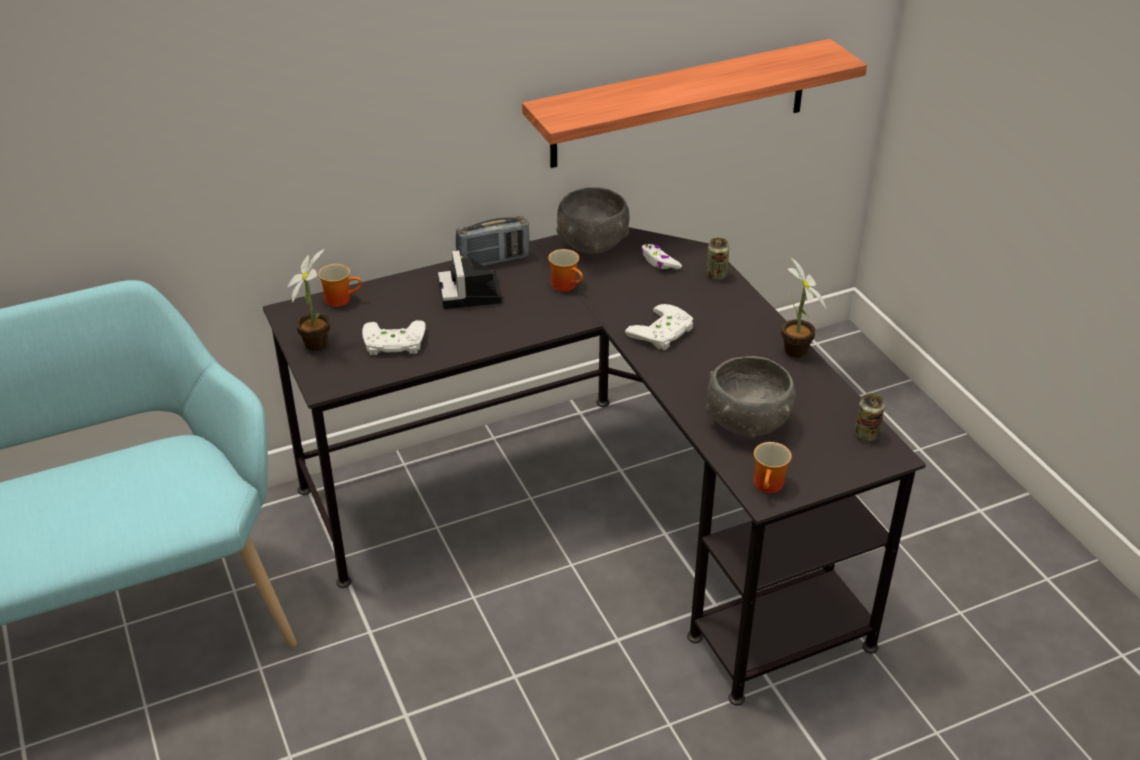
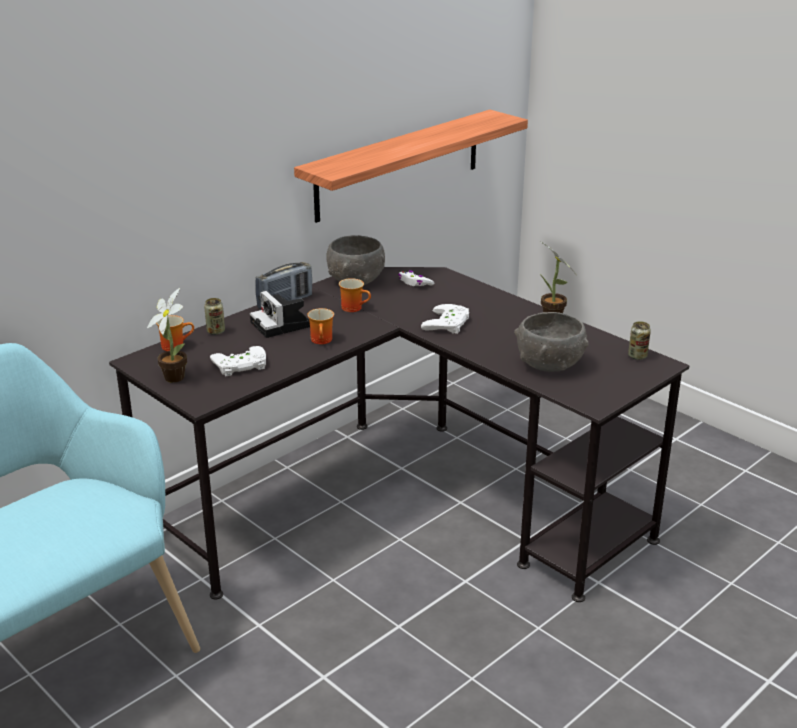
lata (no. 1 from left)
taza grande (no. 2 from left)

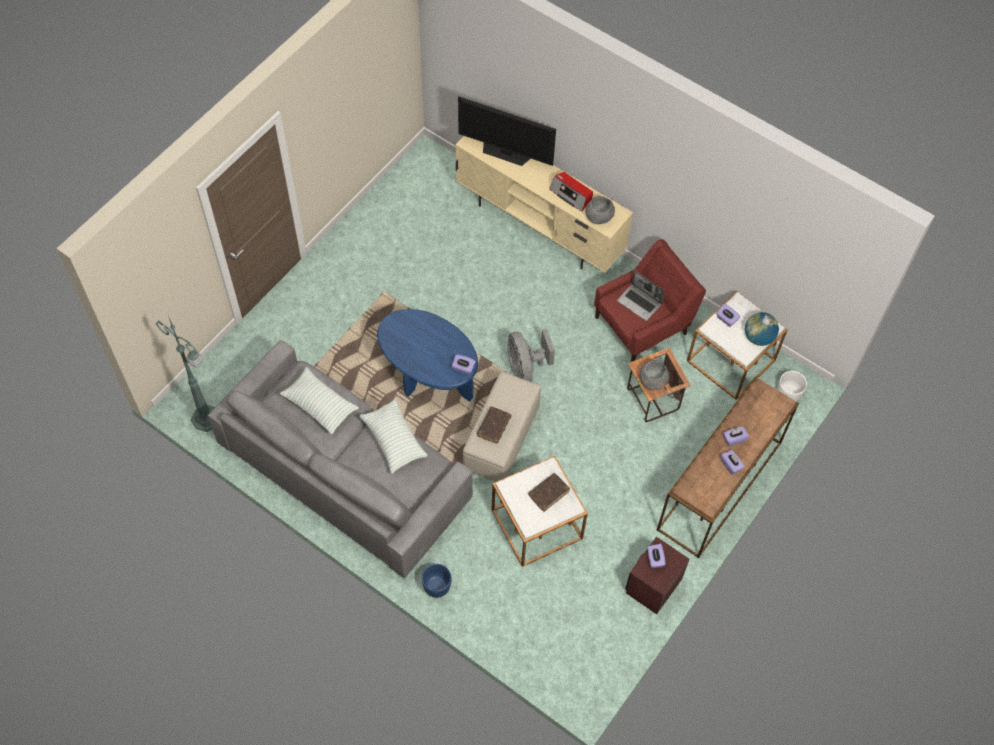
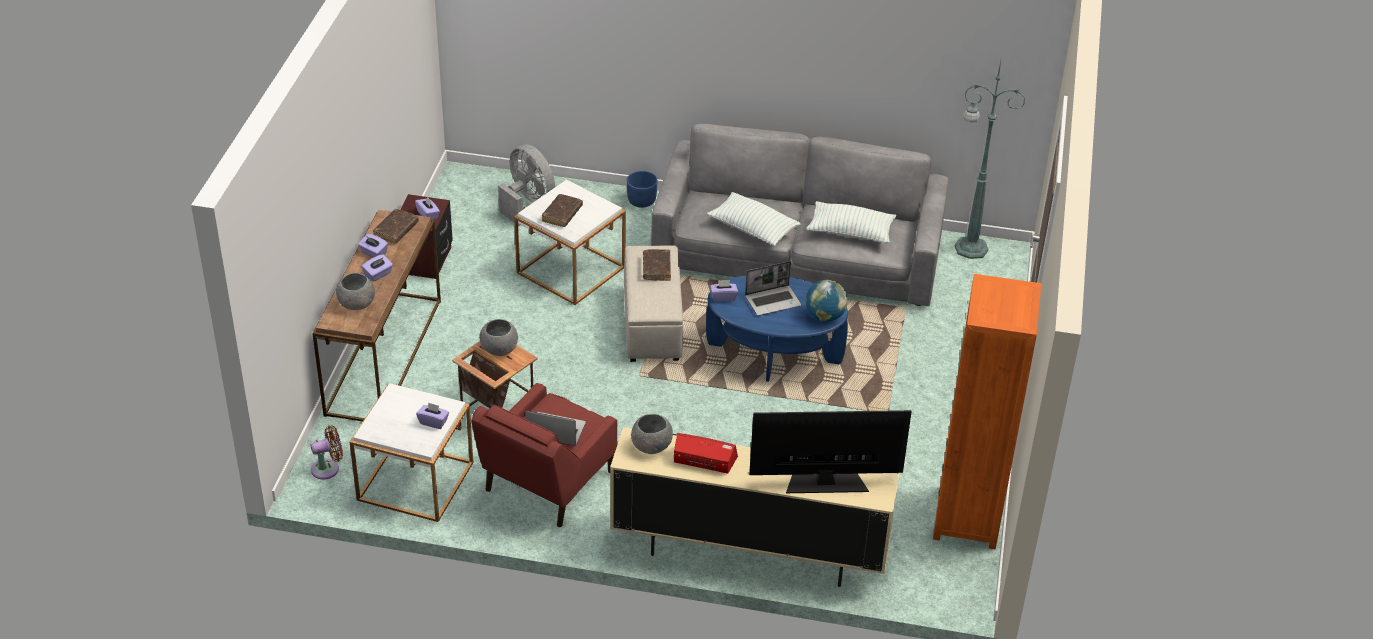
cuenco [gris] (no. 1 from left)
libro [marrón] (no. 1 from left)
portátil (no. 2 from left)
estantería [naranja]
ventilador [gris]
globo terráqueo
ventilador [marrón]

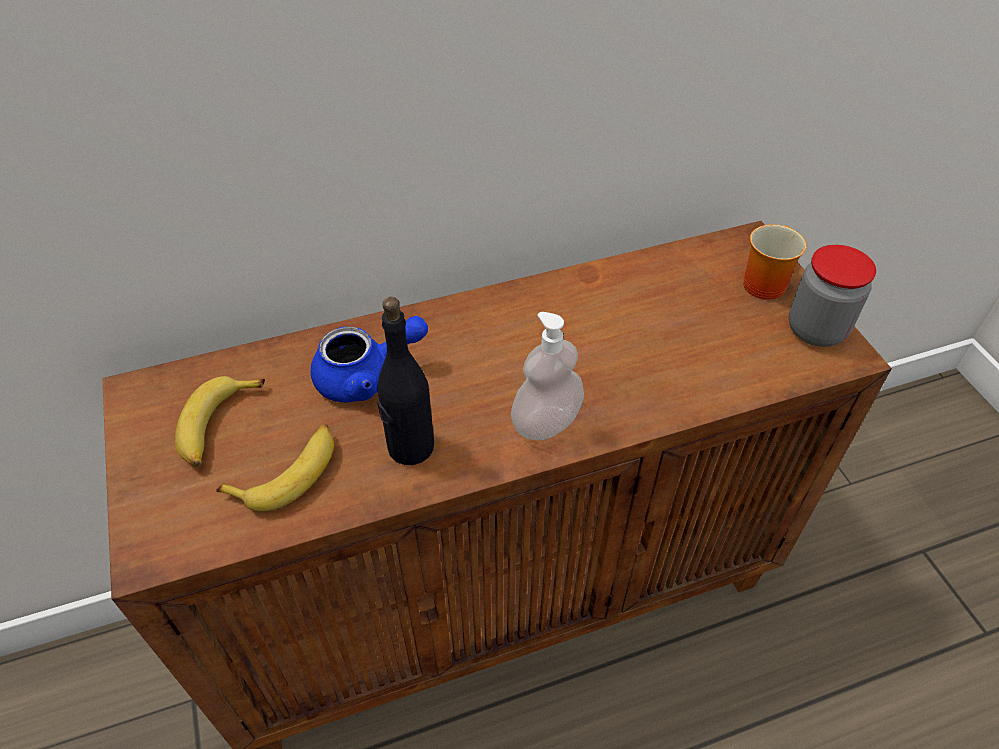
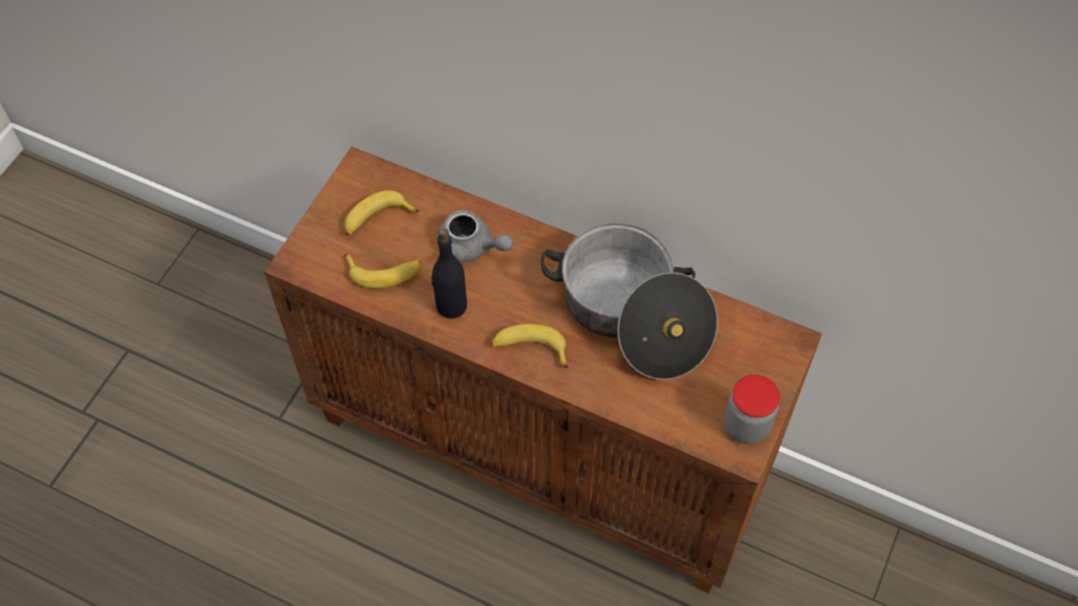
taza grande
olla
plátano (no. 3 from left)
tetera [gris]

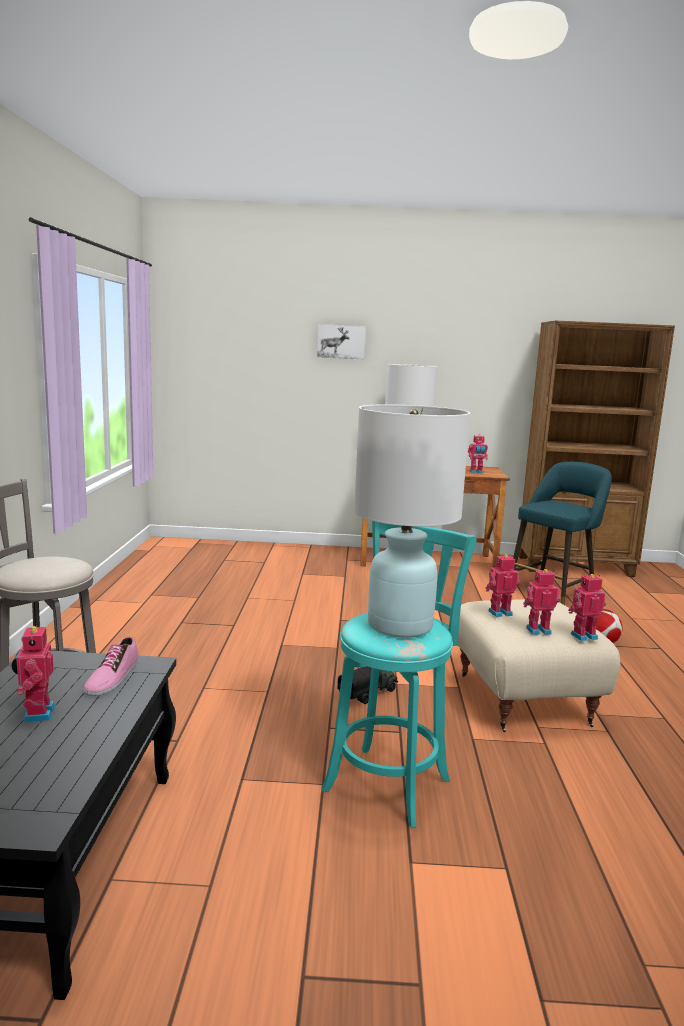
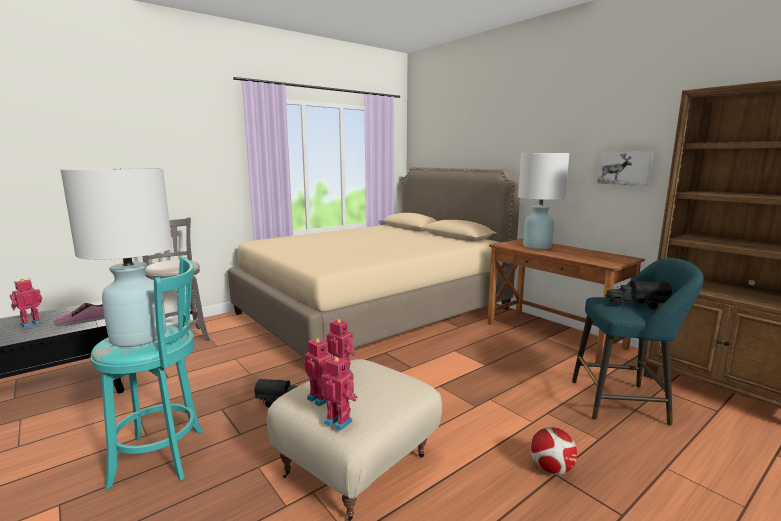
robot de juguete (no. 2 from left in the first image)
cama [beis]
camión de juguete (no. 2 from left)
cuadro

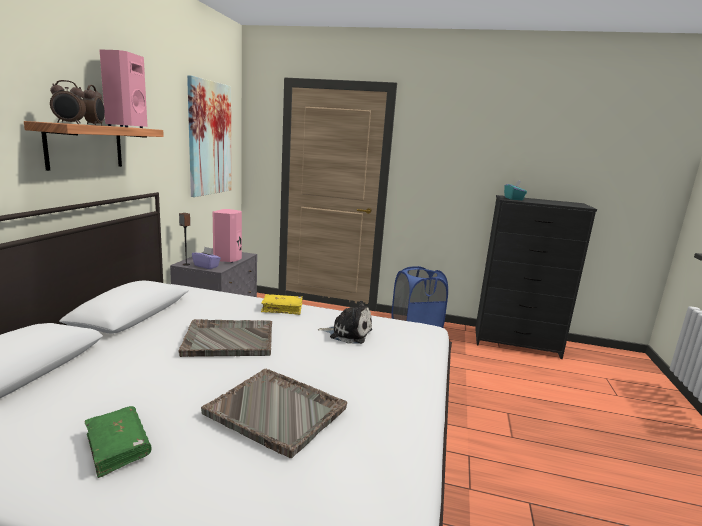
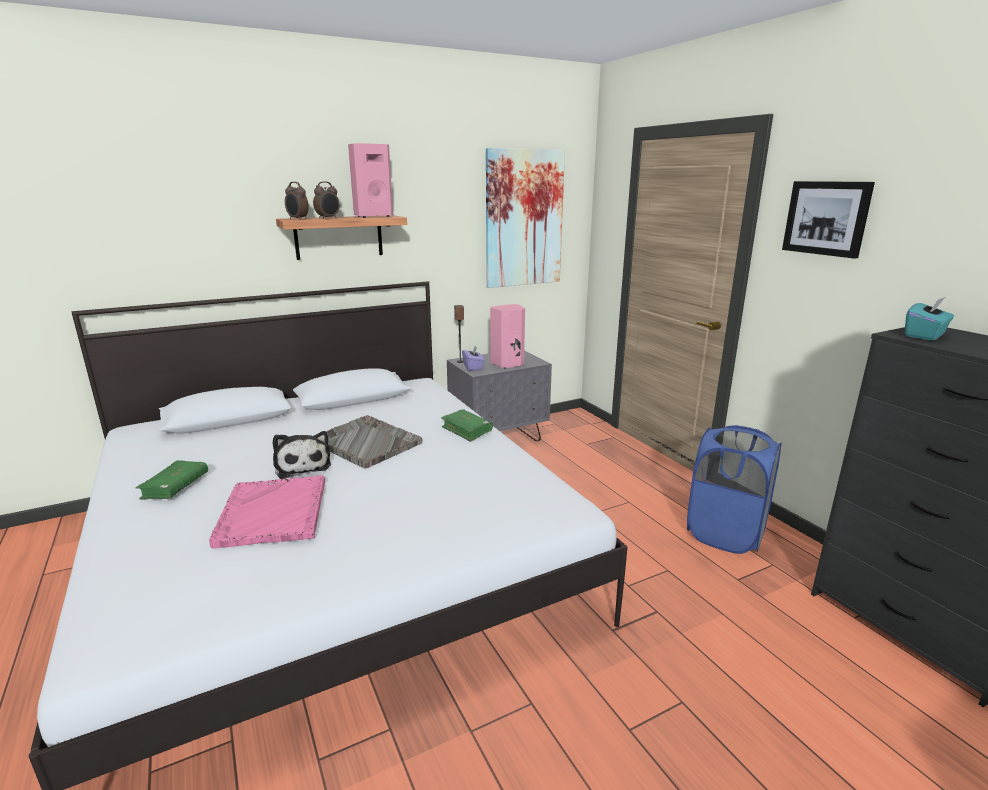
cuadro (no. 2 from left)
peluche
bandeja [rosa]
libro [verde] (no. 2 from left)

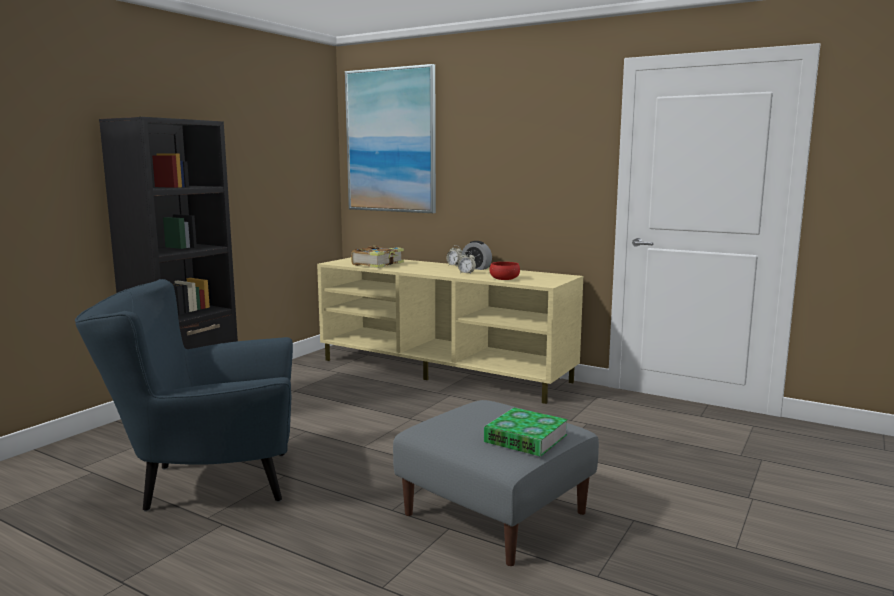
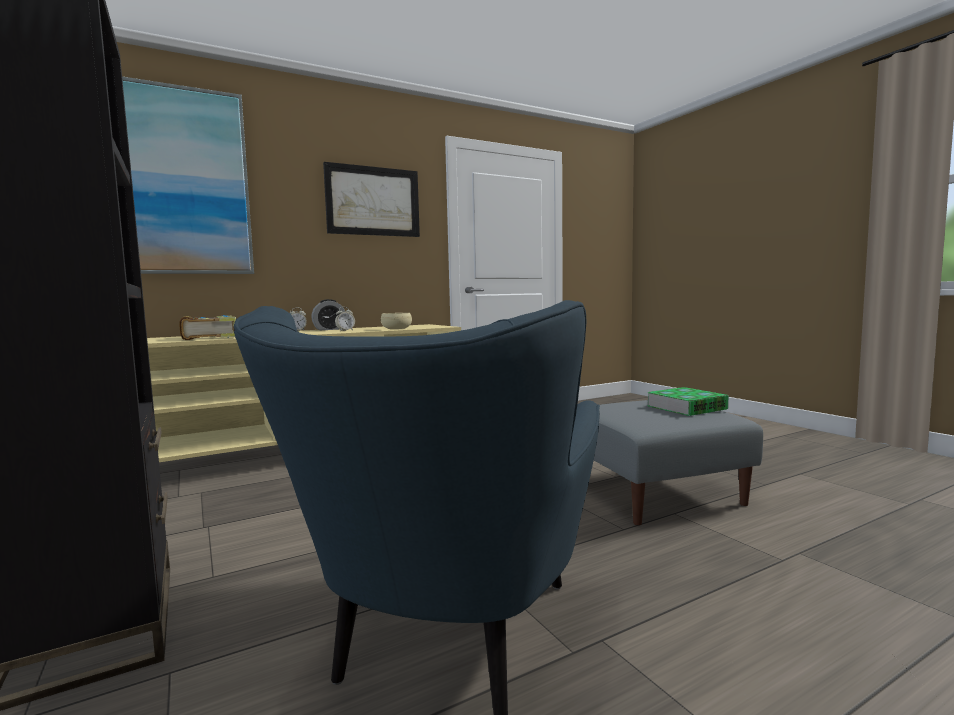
cuadro (no. 2 from left)
cuenco [beis]

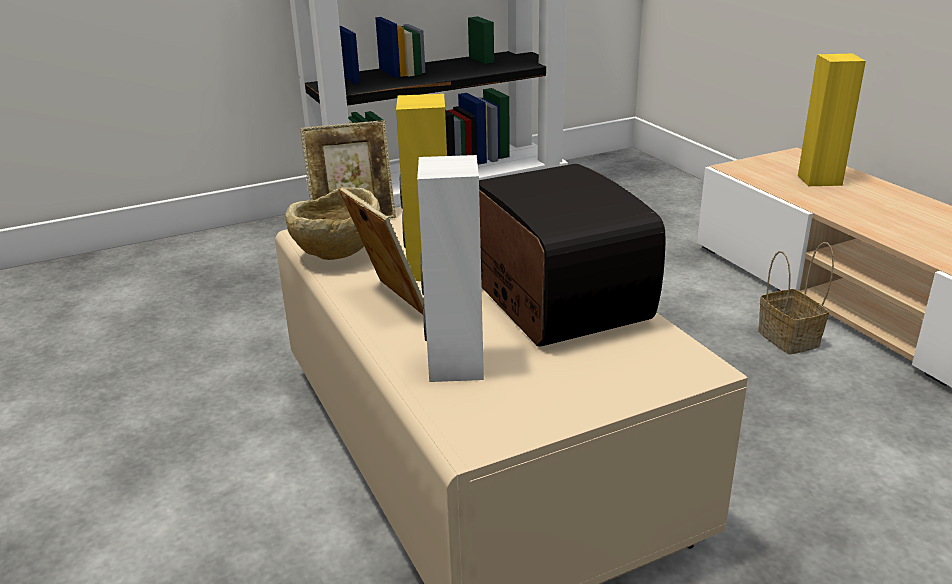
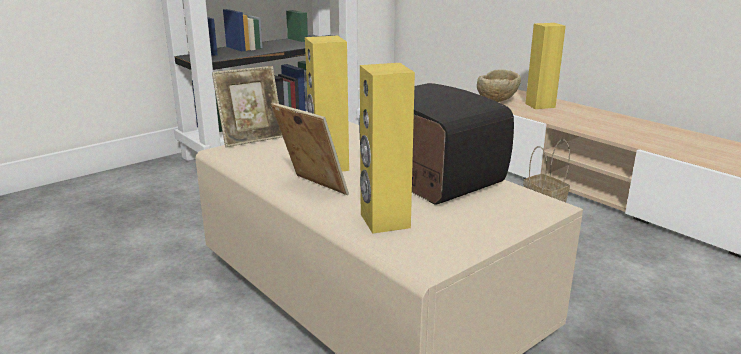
cuenco [beis]
altavoz [amarillo] (no. 2 from left)

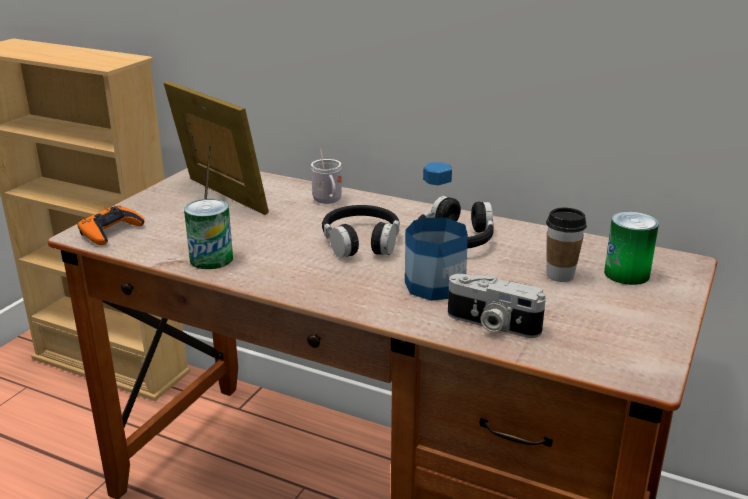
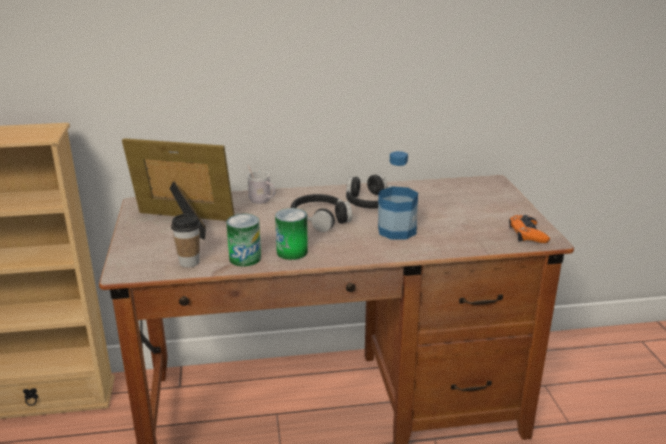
cámara
mando de consola [naranja]
taza
lata (no. 2 from left)

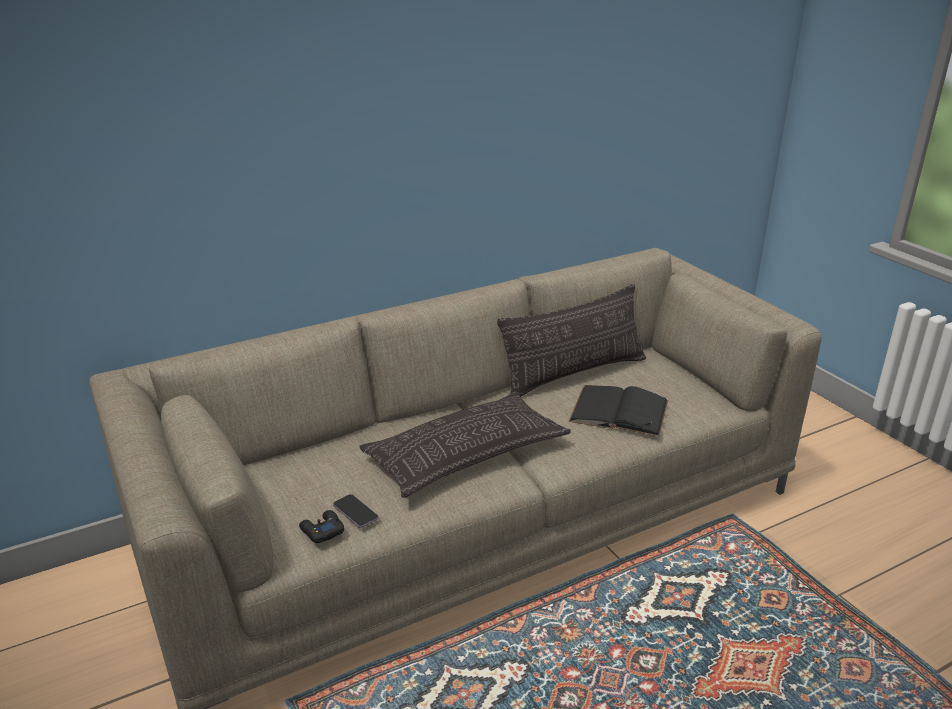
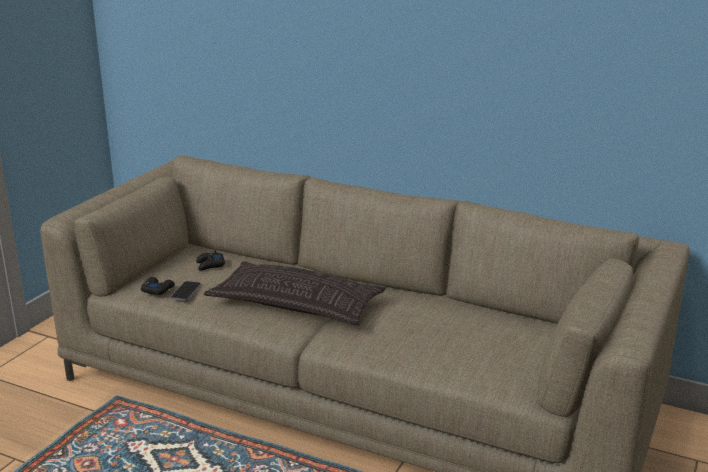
cojín (no. 2 from left in the first image)
libro [negro]
mando de consola [negro] (no. 2 from left)

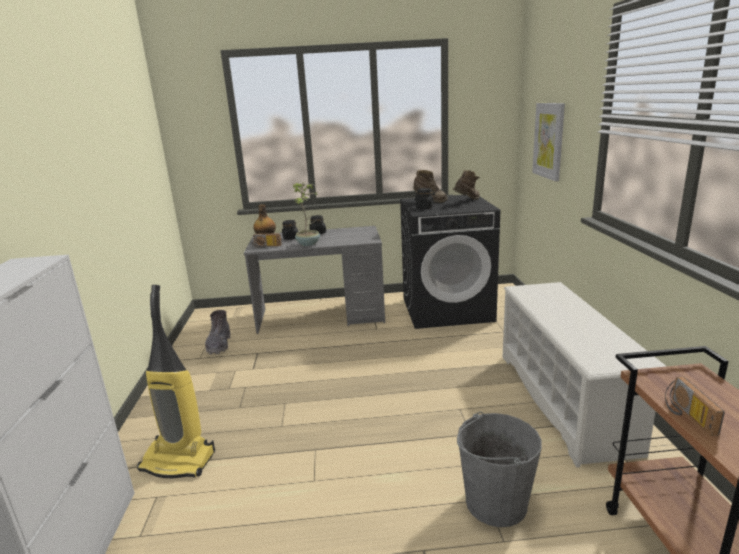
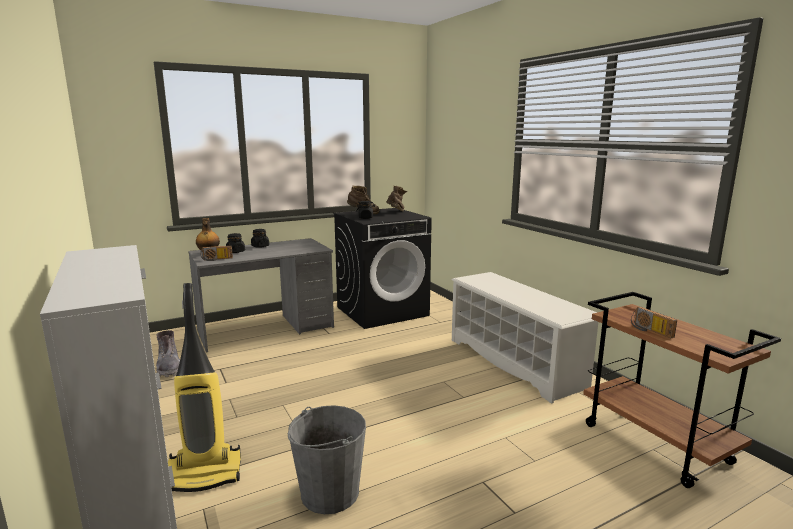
planta en maceta
cuadro
cubo [gris]

